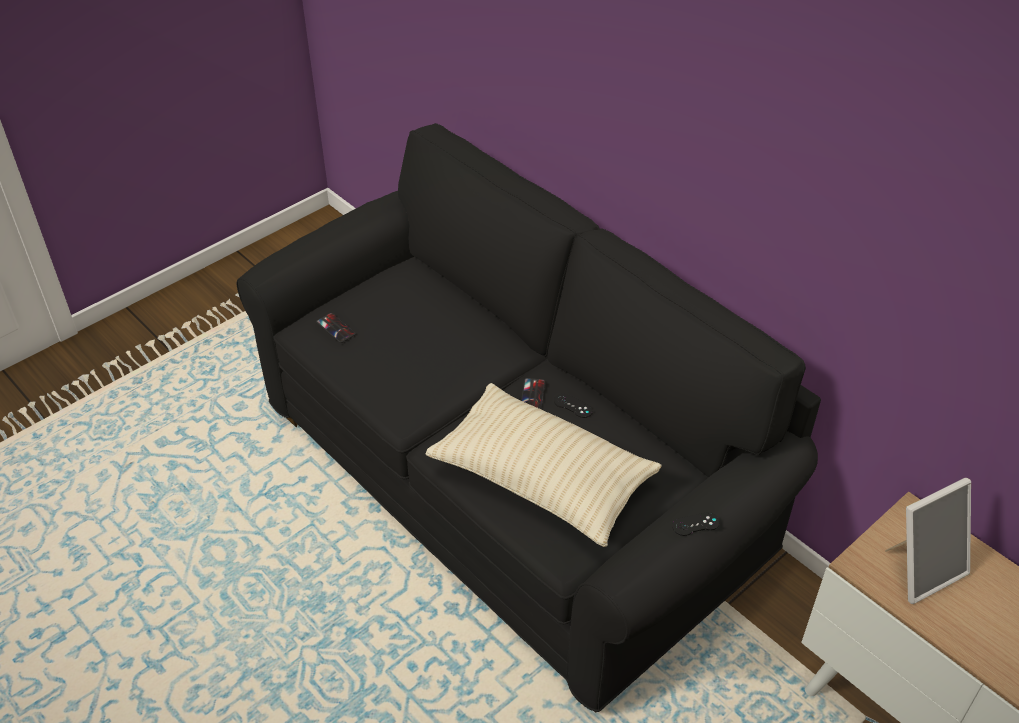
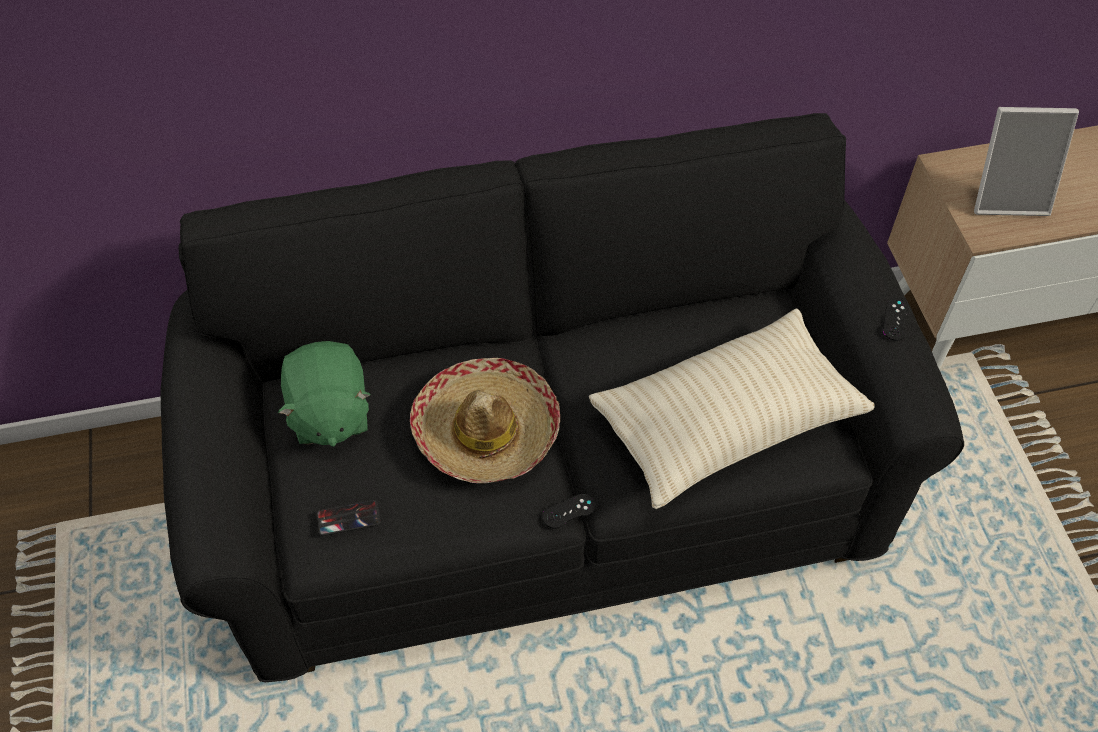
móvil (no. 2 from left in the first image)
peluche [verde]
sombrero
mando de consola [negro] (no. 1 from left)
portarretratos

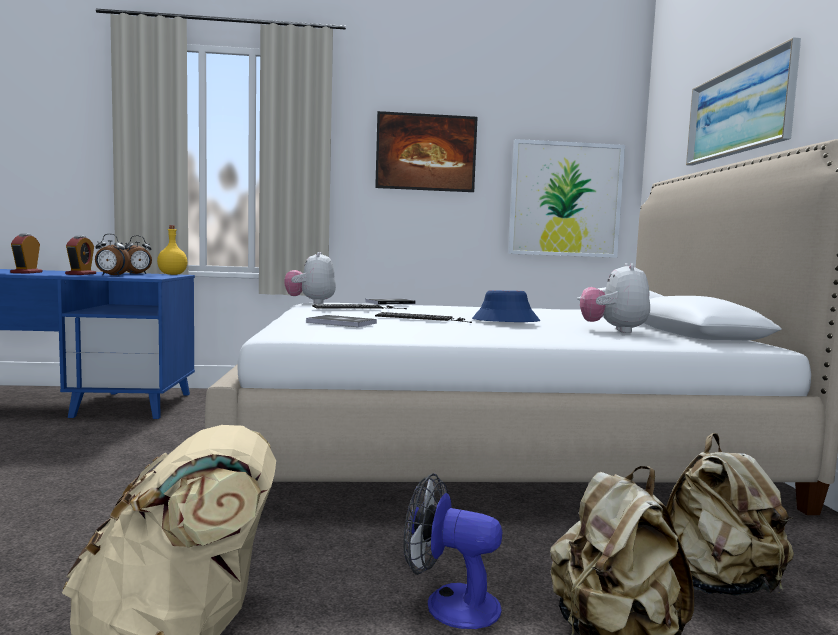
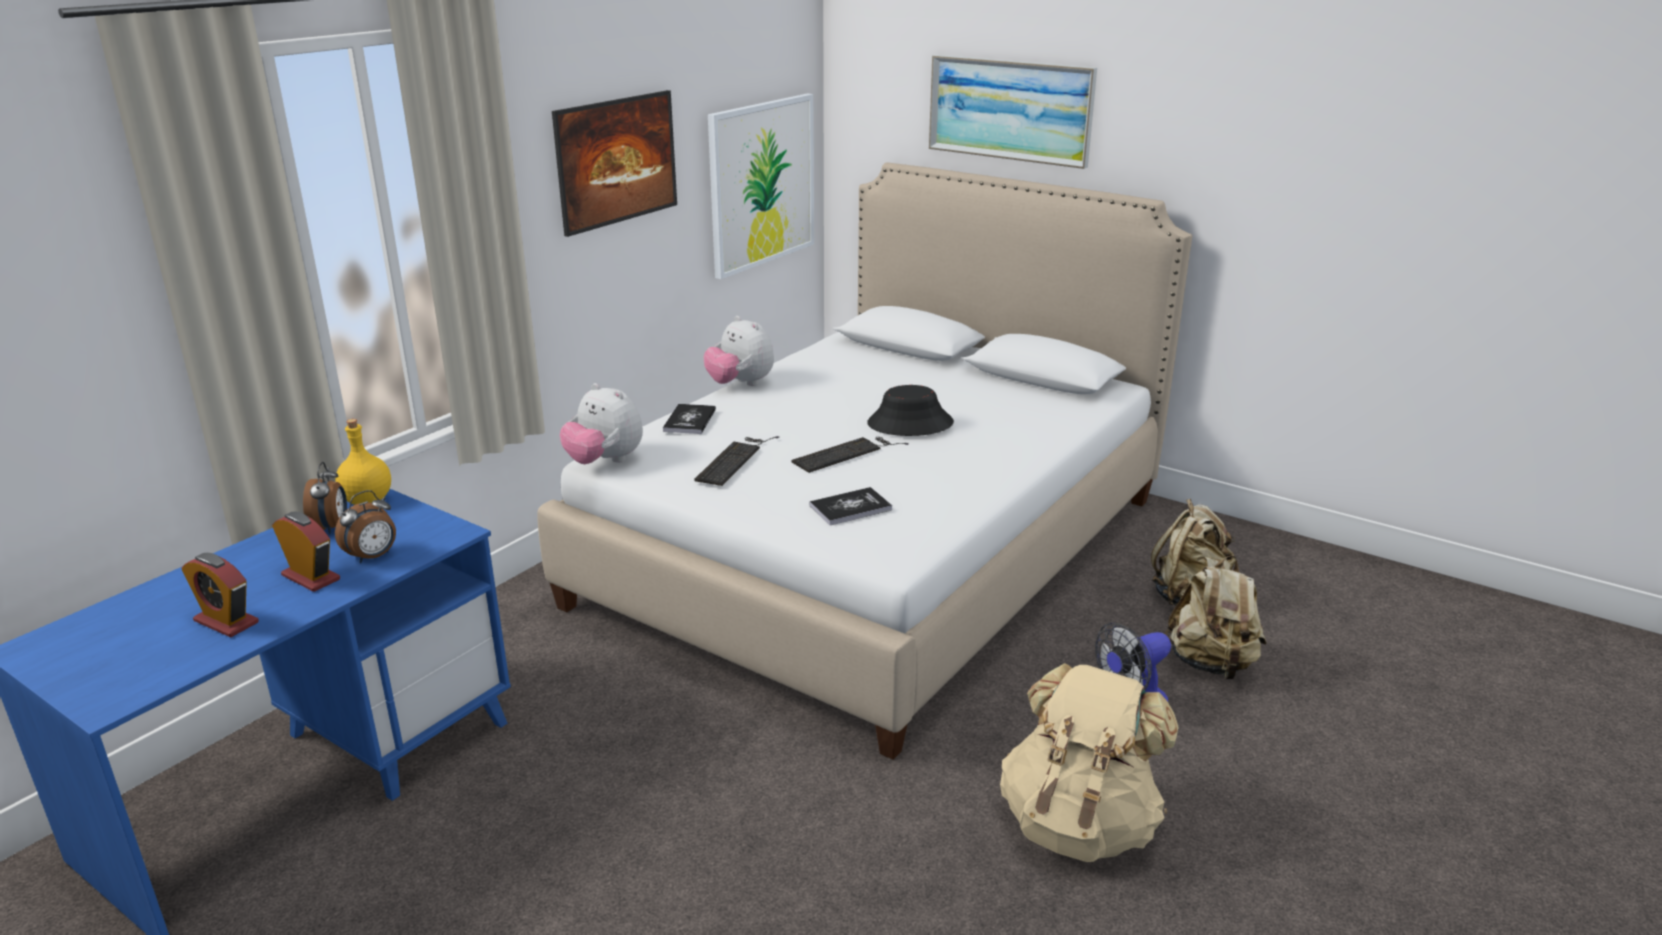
peluche (no. 2 from left)
sombrero [negro]

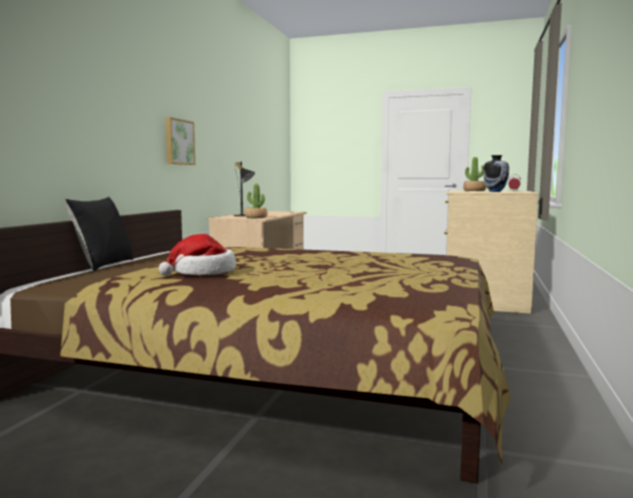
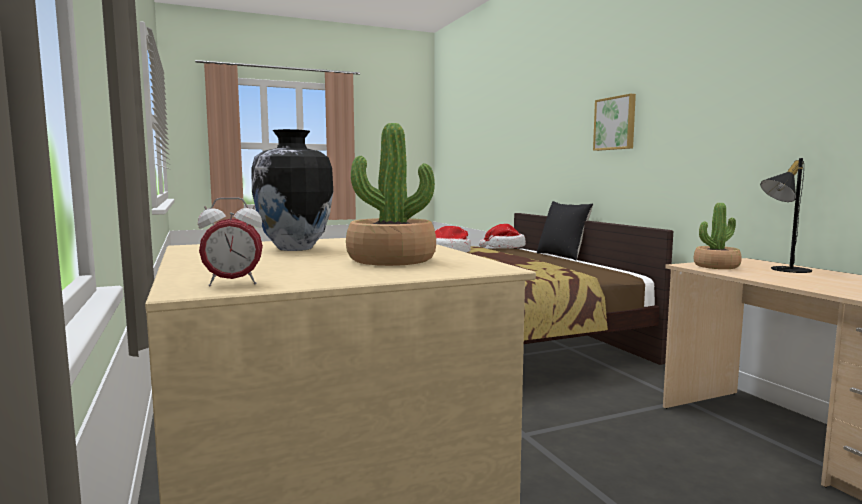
sombrero (no. 2 from left)
cuadro

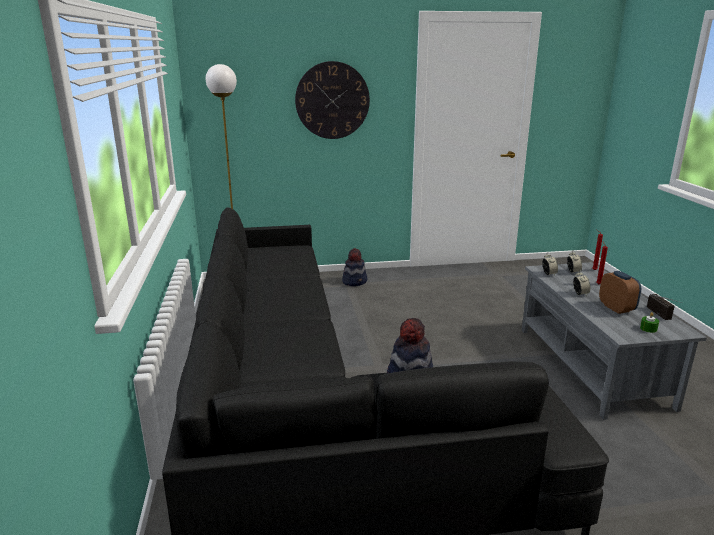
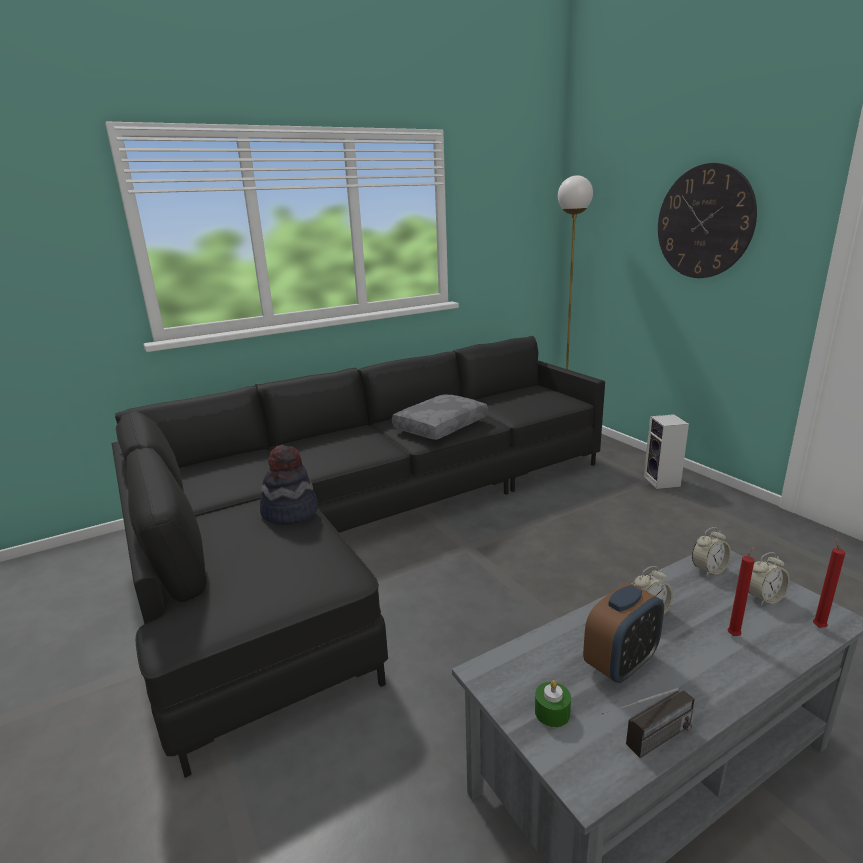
cojín [gris]
altavoz

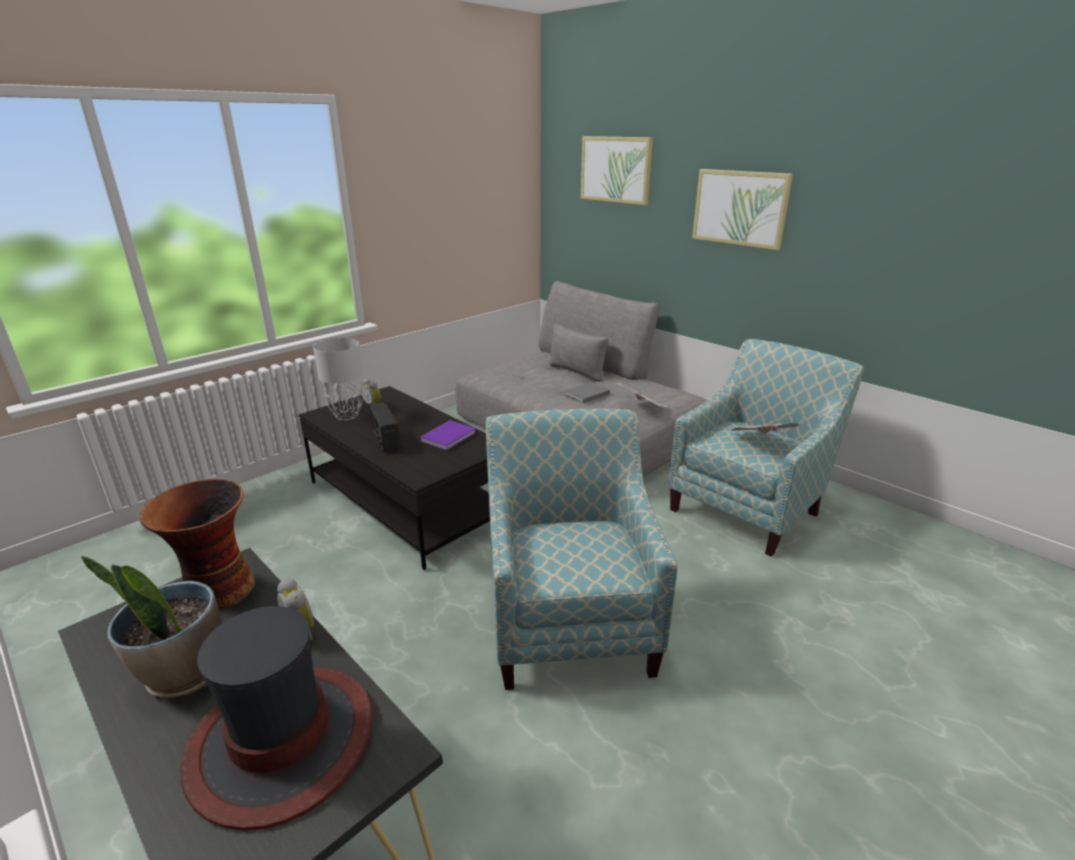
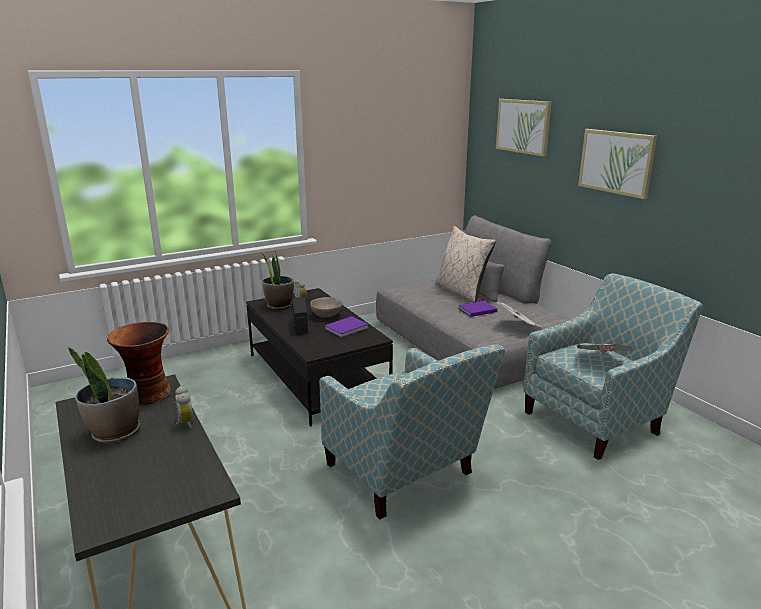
sombrero
cuenco [beis]
cojín [beis]
planta en maceta (no. 2 from left)
libro [morado] (no. 2 from left)
sillón (no. 1 from left)

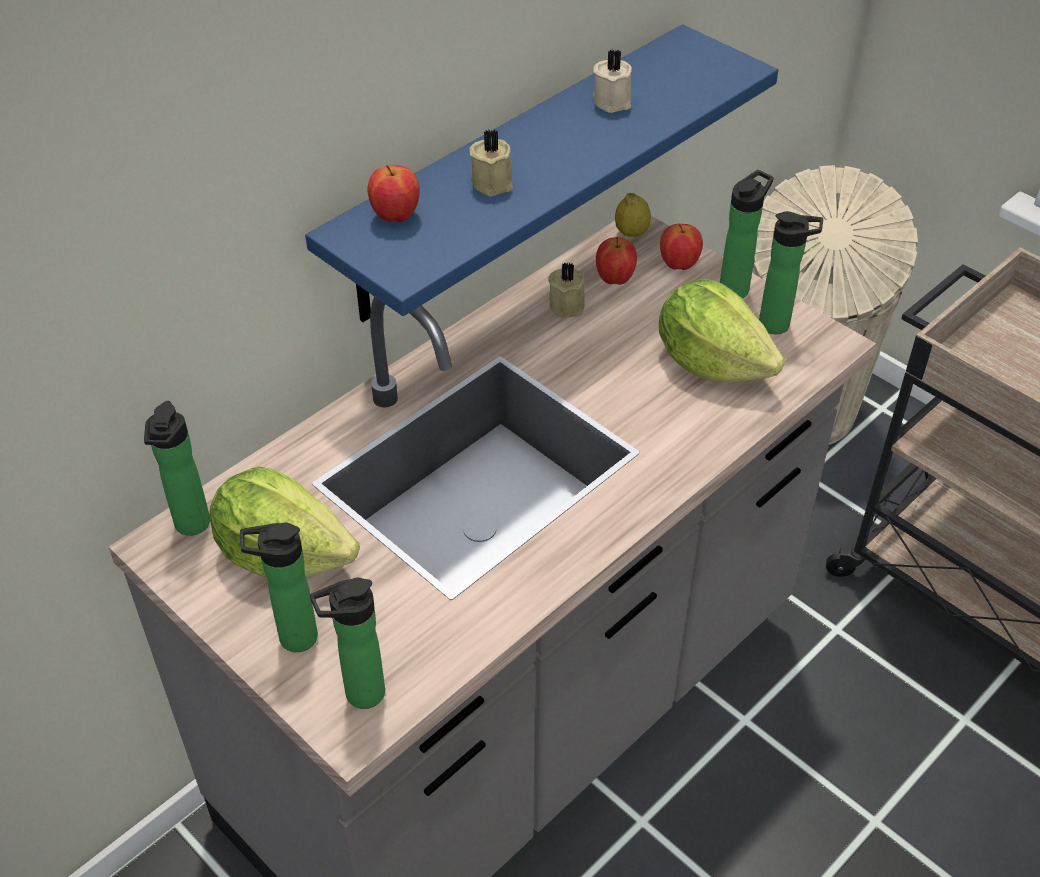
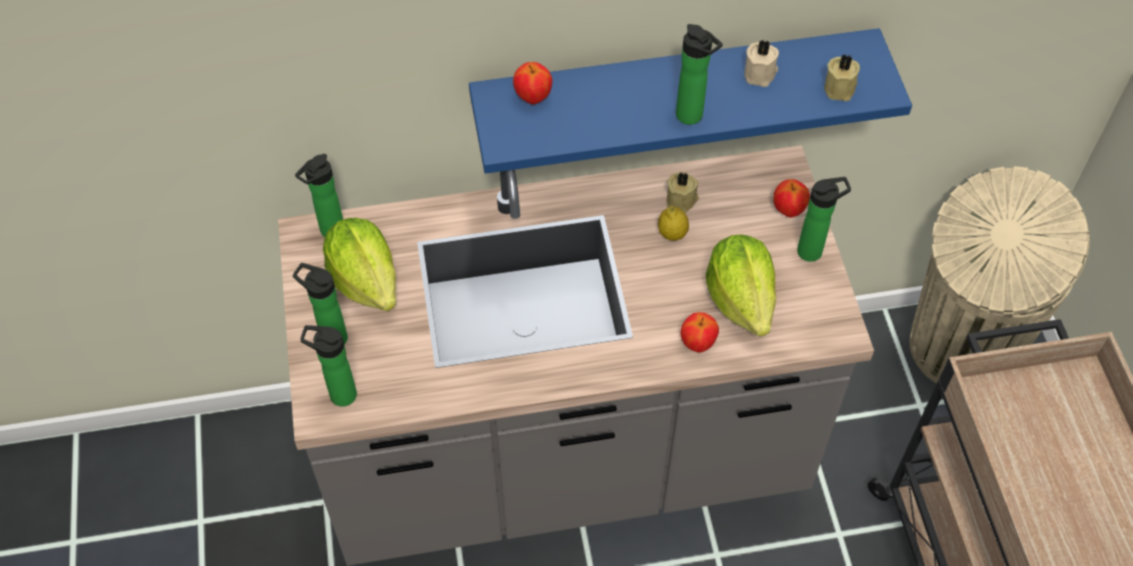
vela [beis] (no. 3 from left)
manzana (no. 2 from left)
limón
botella (no. 4 from left)

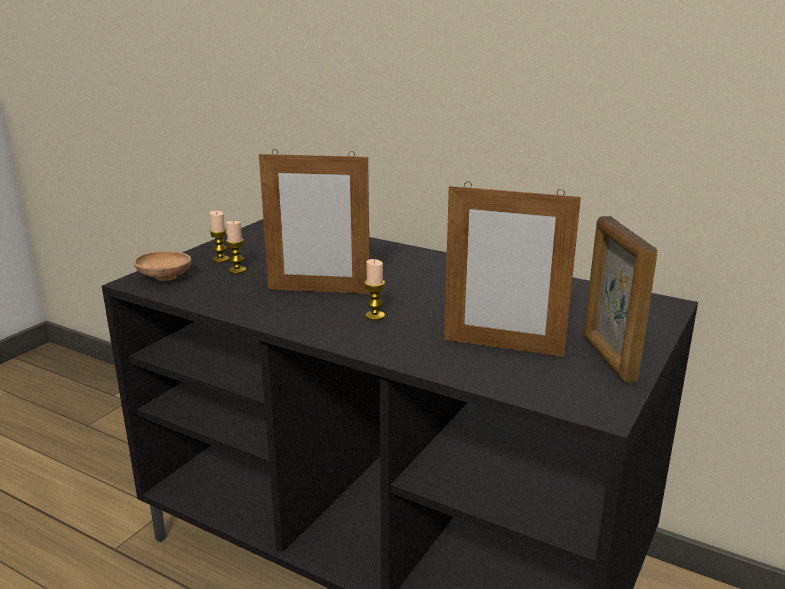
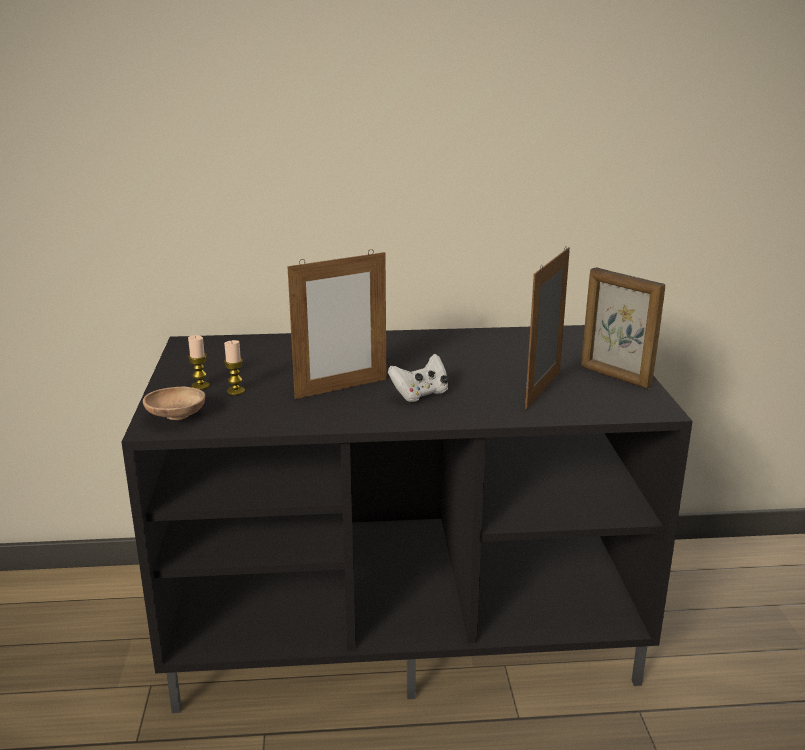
mando de consola [blanco]
portarretratos (no. 2 from left)

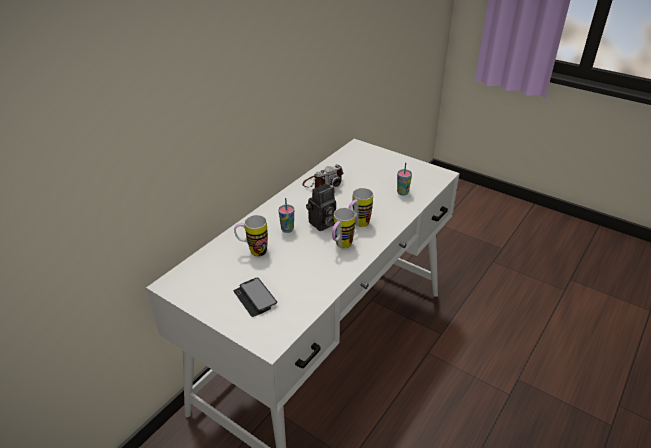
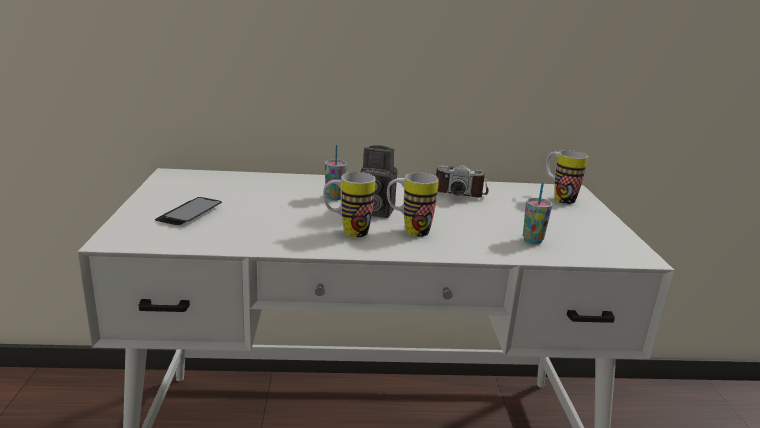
taza grande (no. 3 from left)

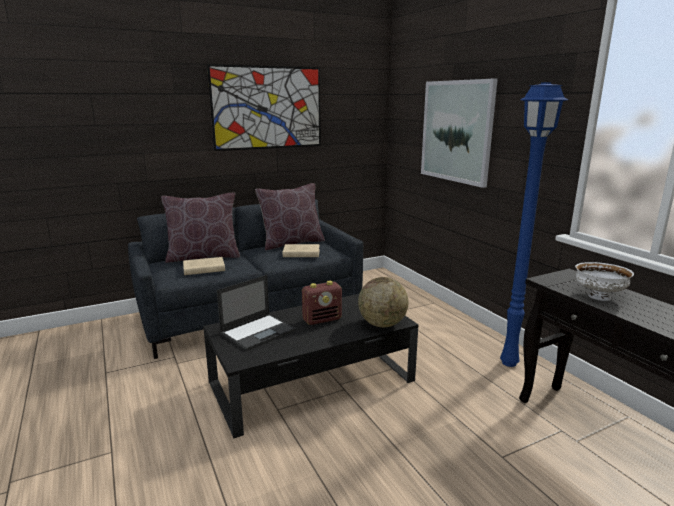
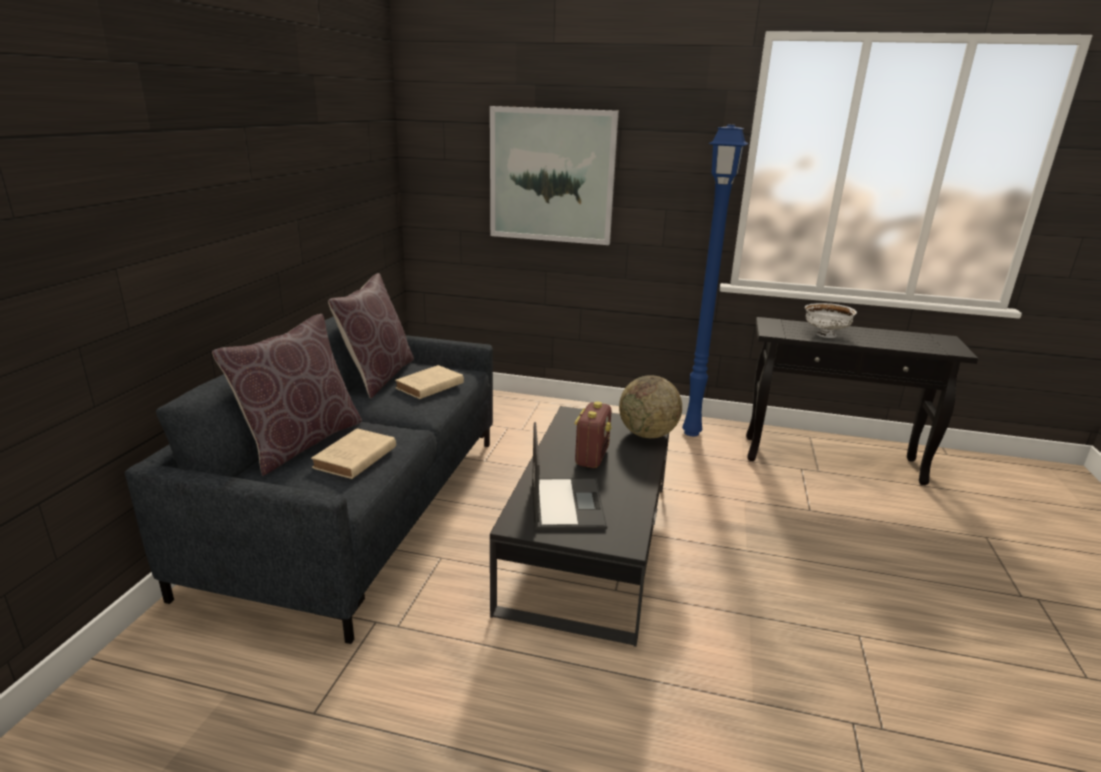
cuadro (no. 1 from left in the first image)

